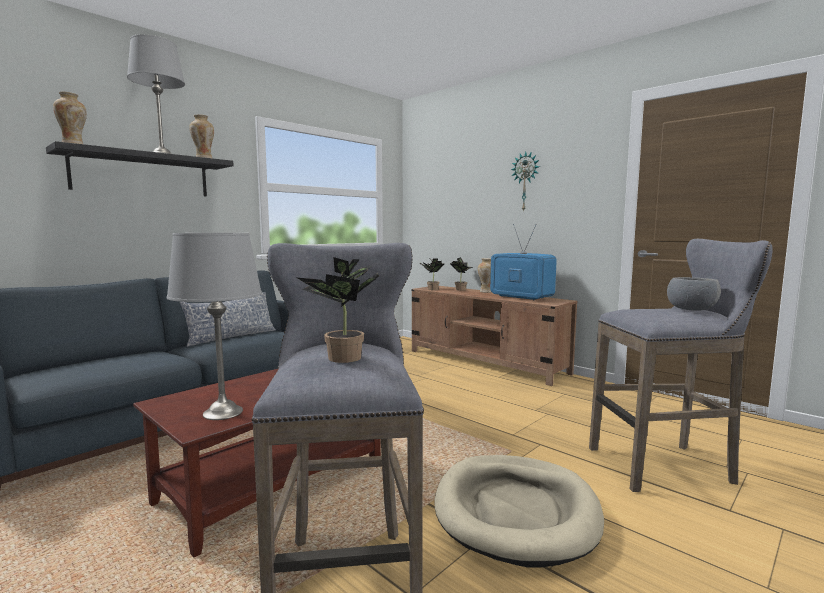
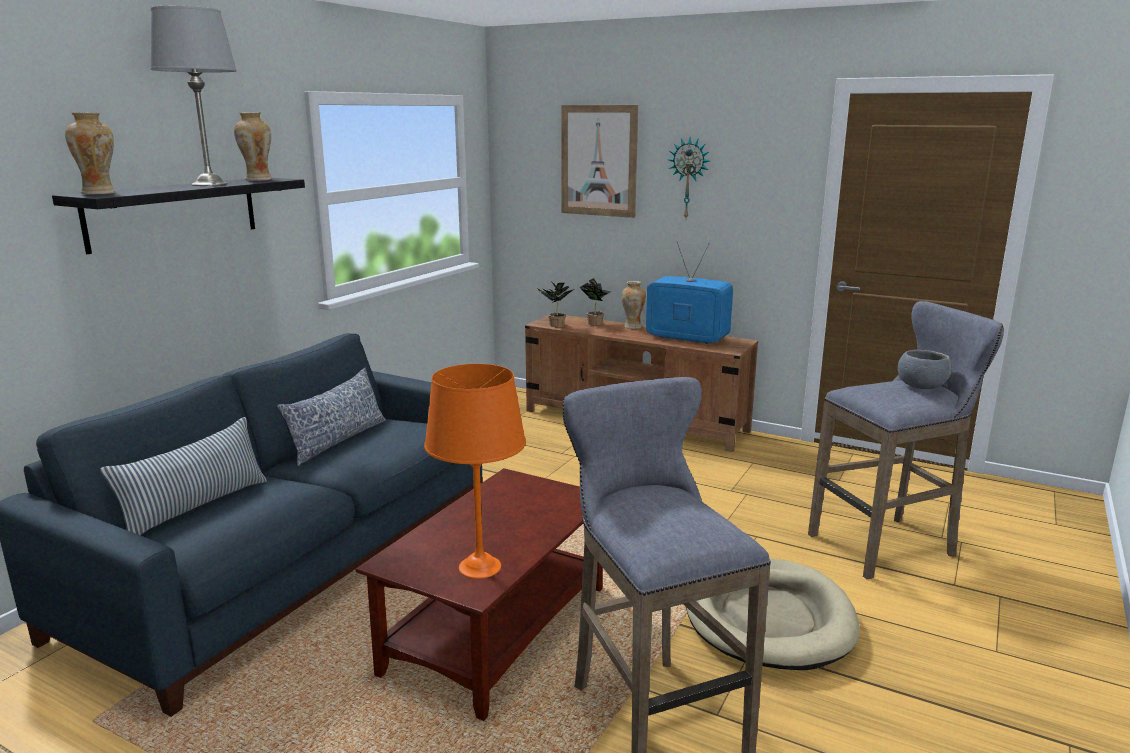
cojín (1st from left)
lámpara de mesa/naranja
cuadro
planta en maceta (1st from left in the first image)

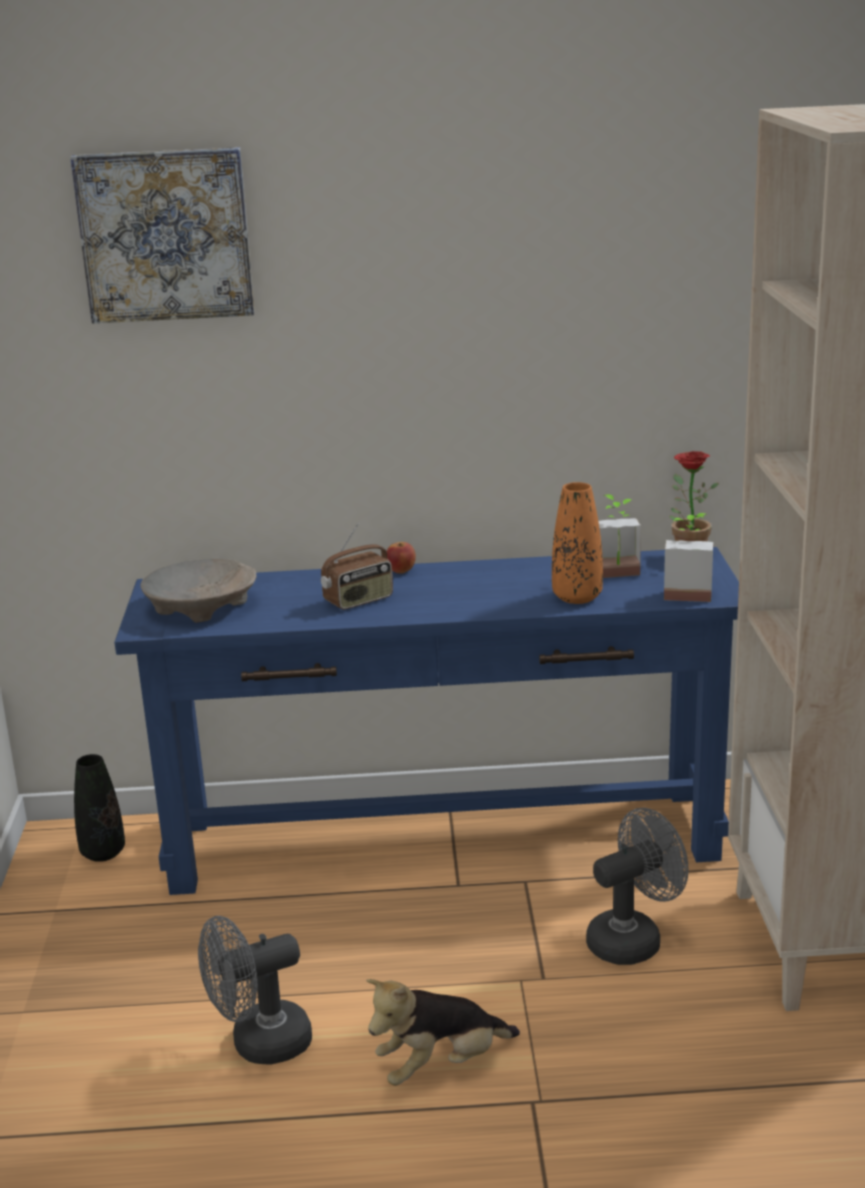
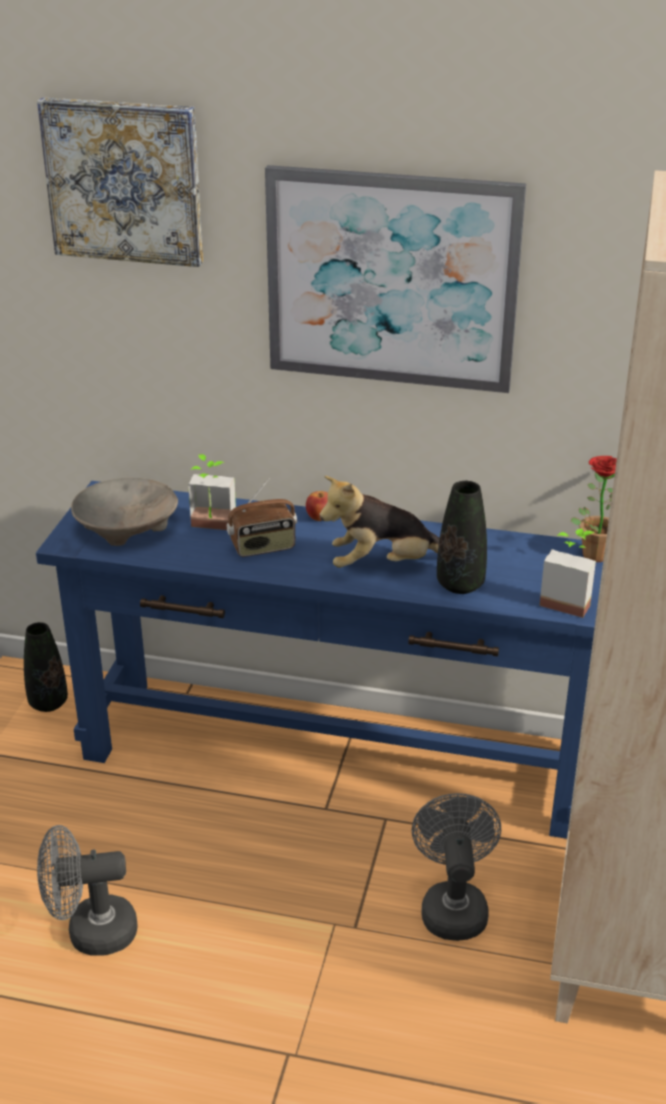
planta en maceta (1st from left)
cuadro (2nd from left)
peluche
ventilador/gris (2nd from left)
florero/negro (2nd from left)

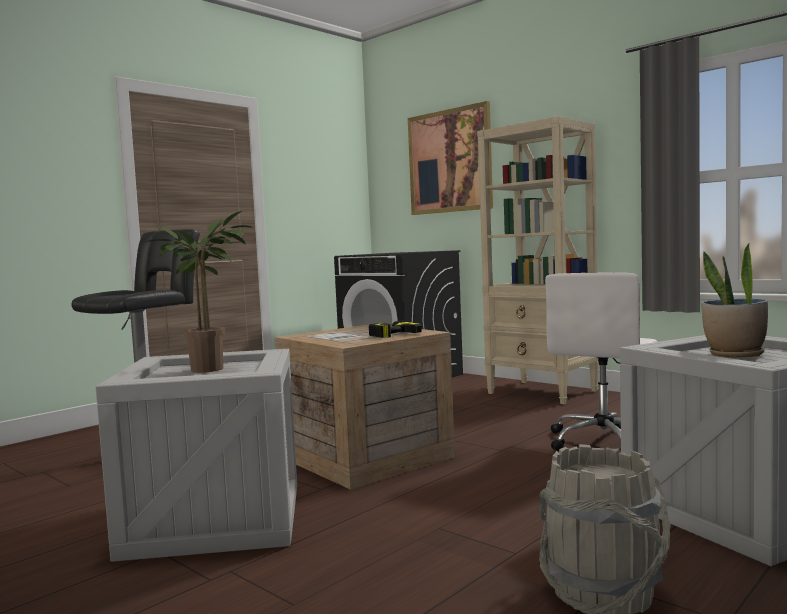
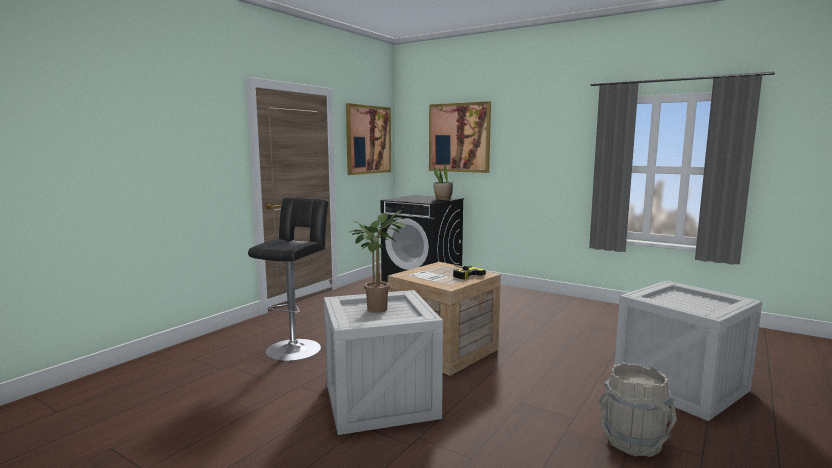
cuadro (1st from left)
planta en maceta (2nd from left)
estantería/beis
silla de oficina/blanco

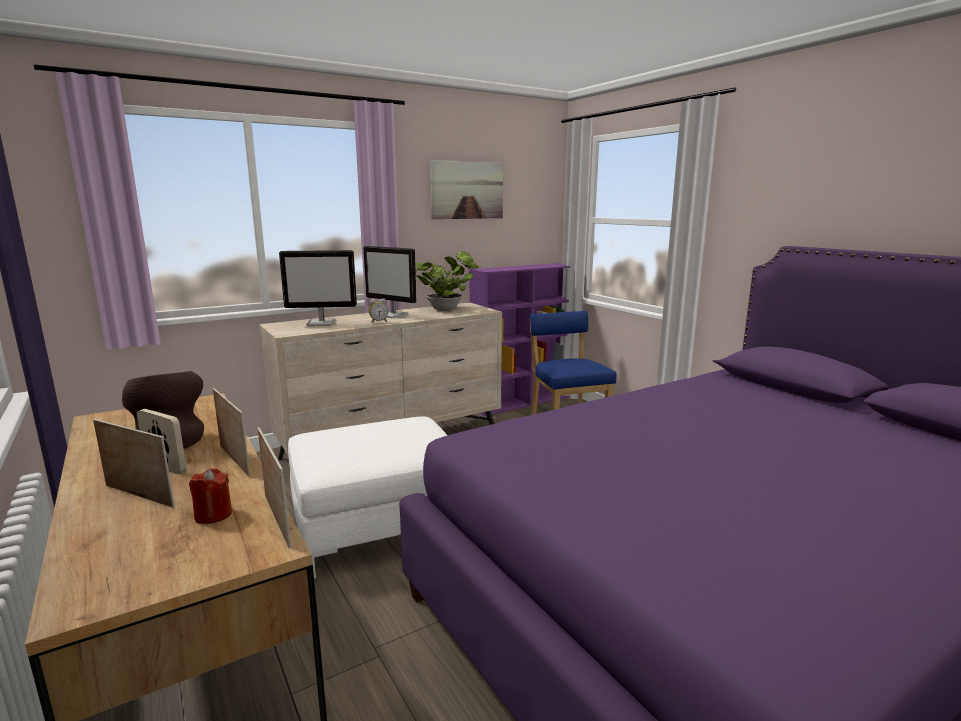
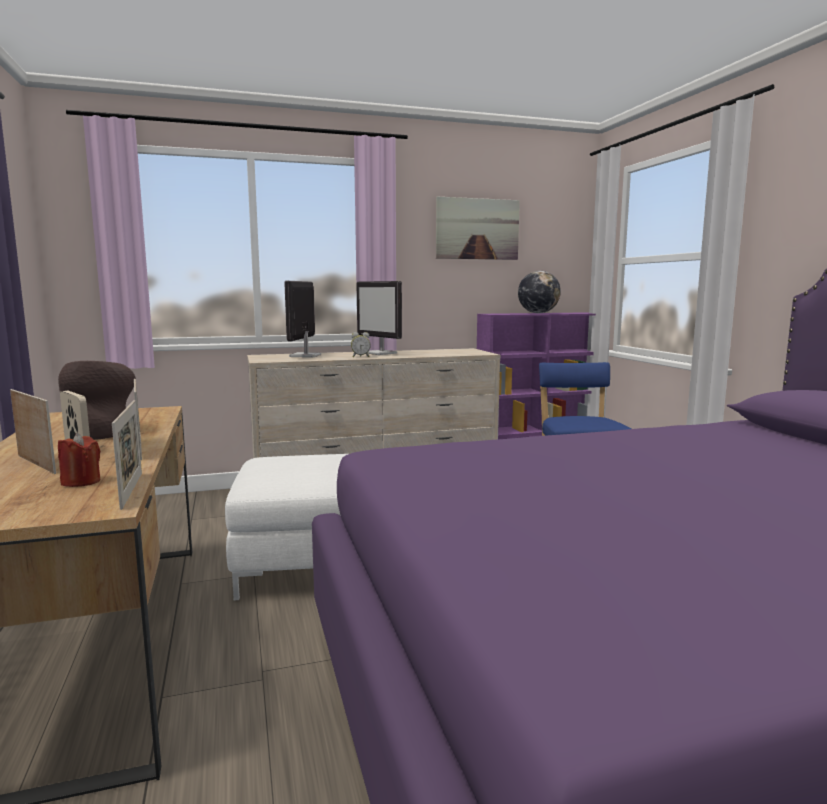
monitor (1st from left)
globo terráqueo
planta en maceta

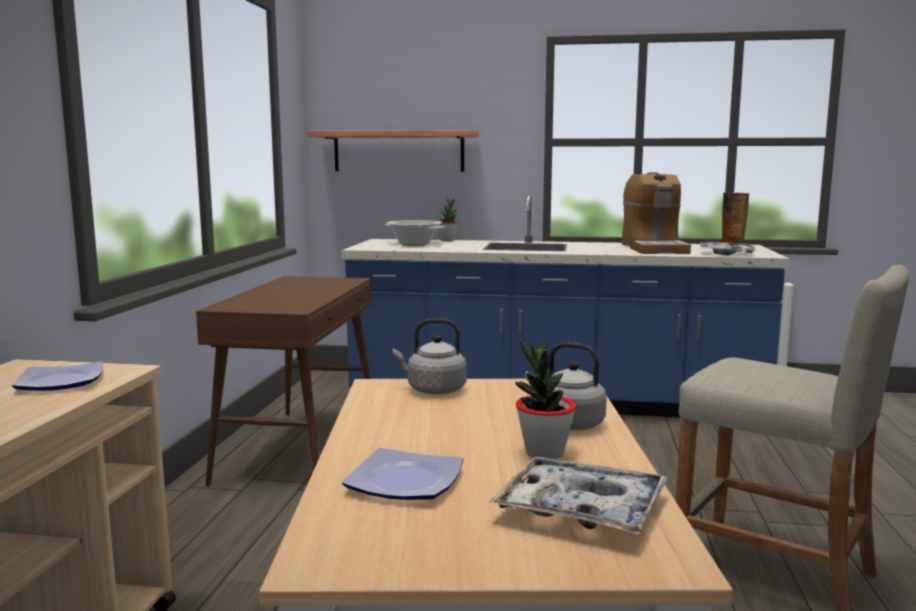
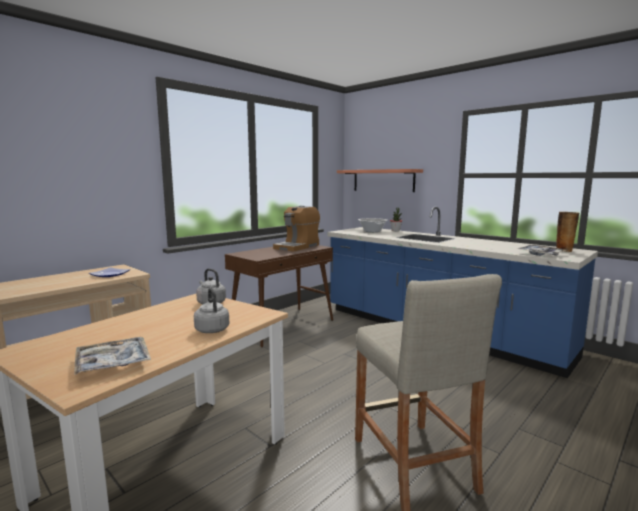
cafetera
plato (2nd from left in the first image)
planta en maceta (2nd from left in the first image)

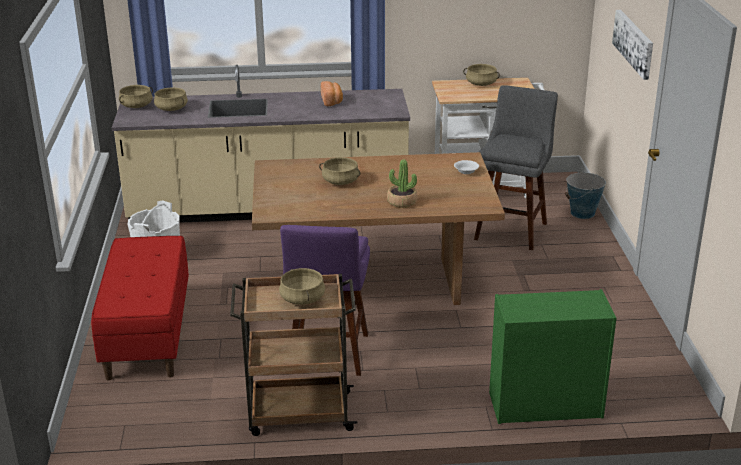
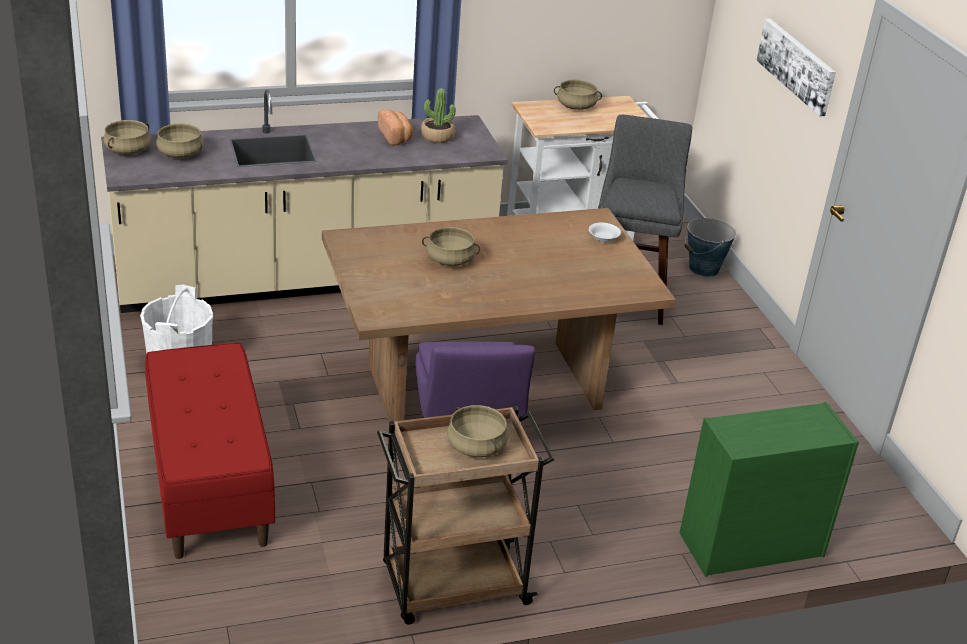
planta en maceta

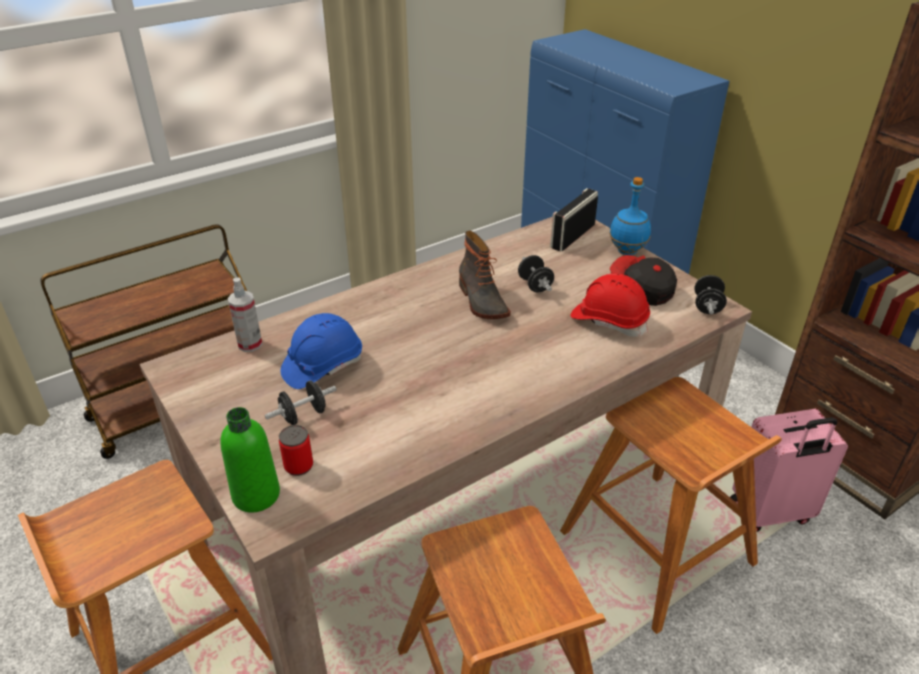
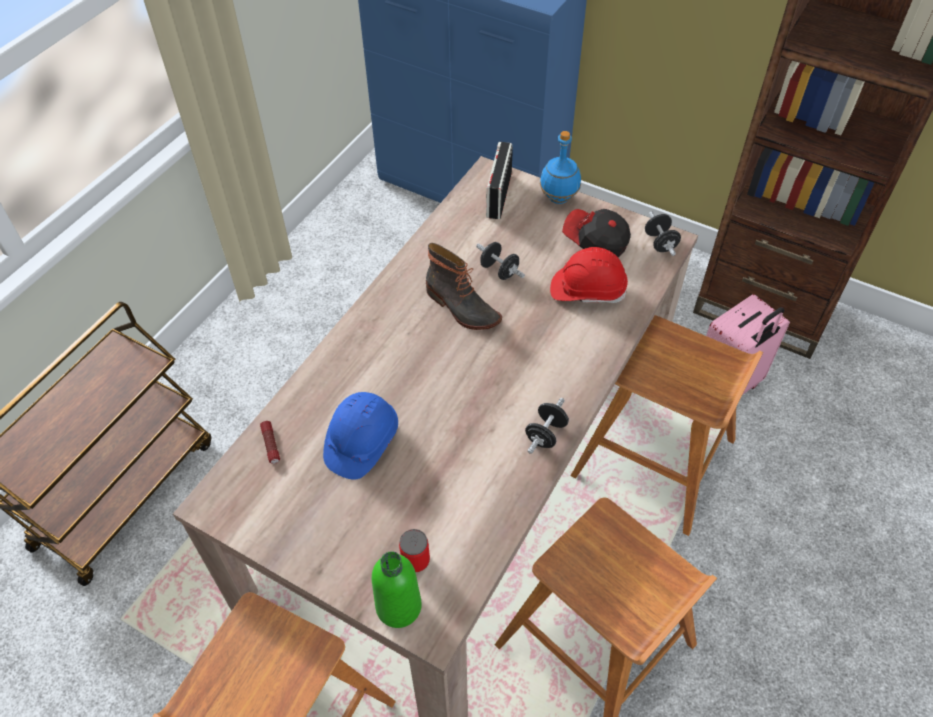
linterna
mancuerna/negro (2nd from left)

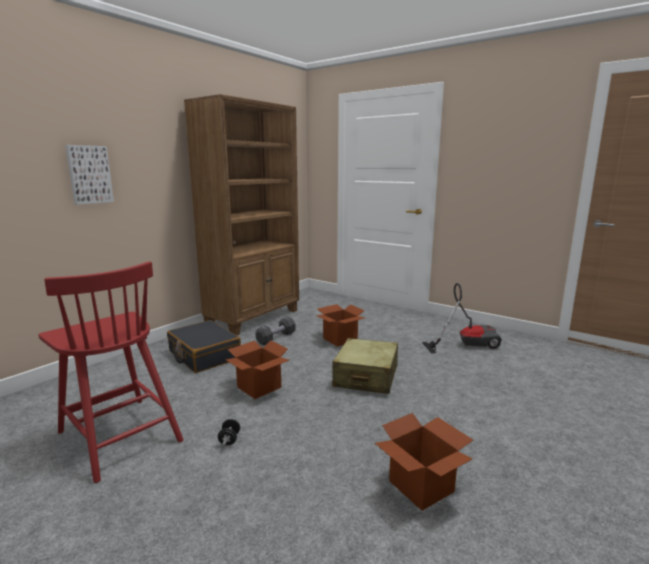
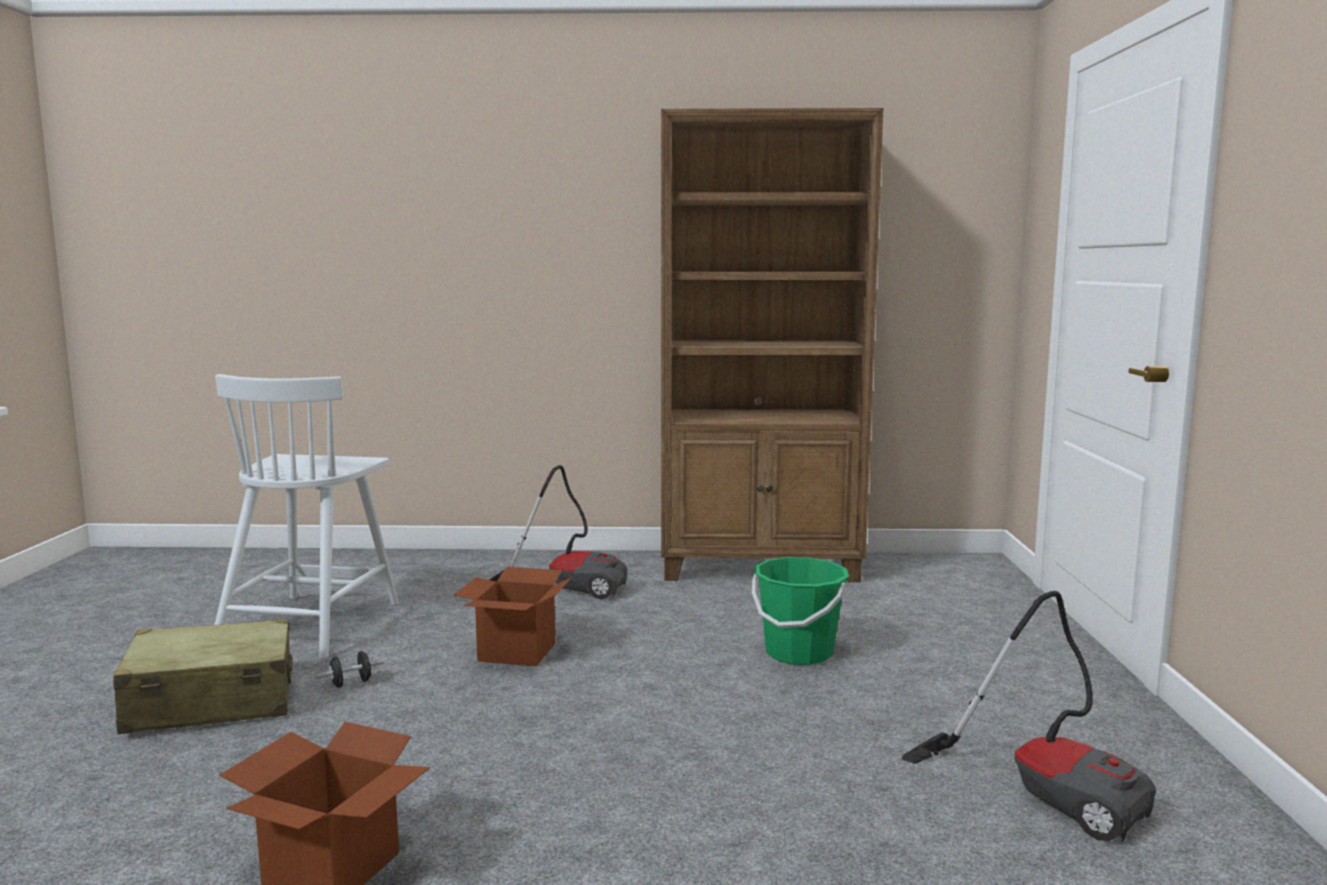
maleta/beis
silla/blanco
aspiradora (1st from left)
cubo/verde
cuadro
mancuerna/negro (2nd from left in the first image)

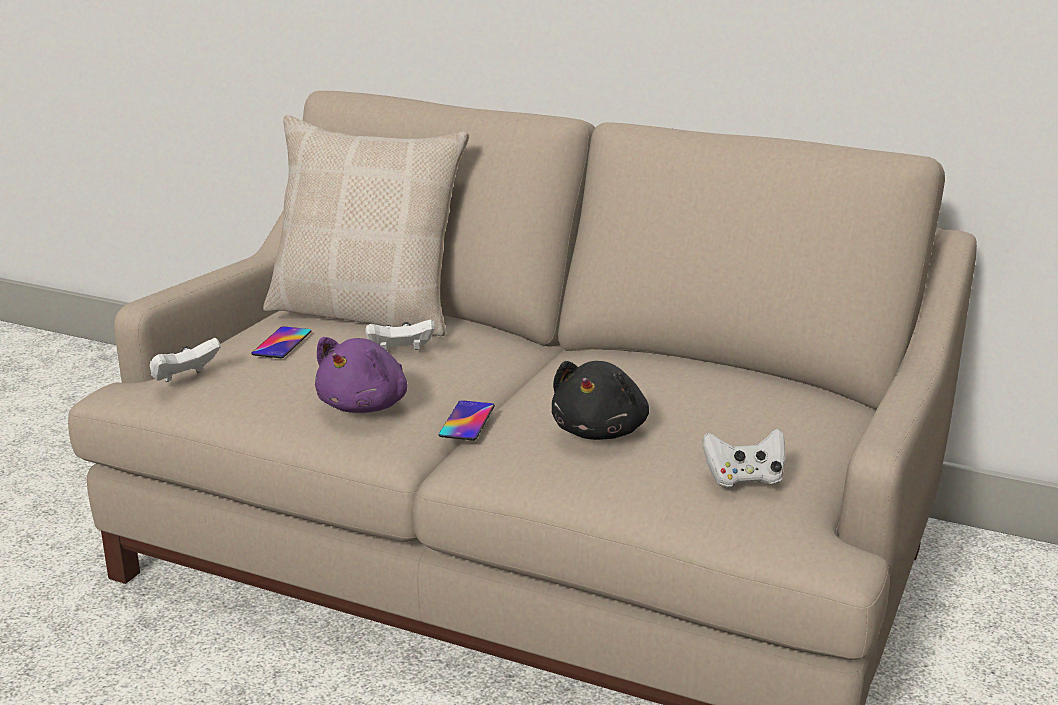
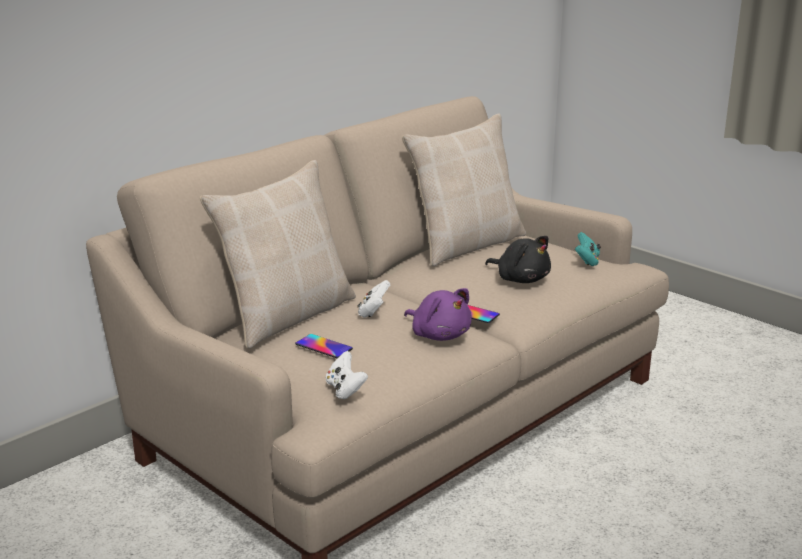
cojín/beis (2nd from left)
mando de consola/turquesa

